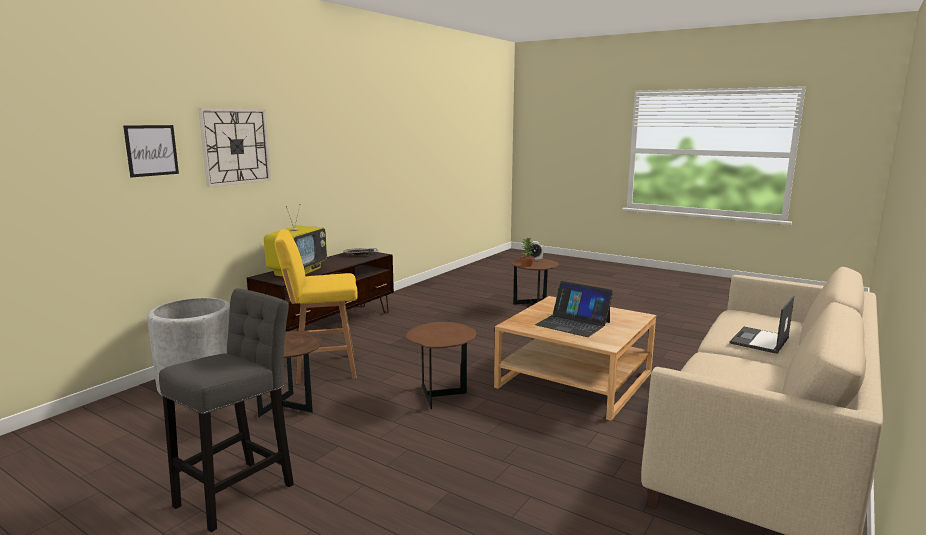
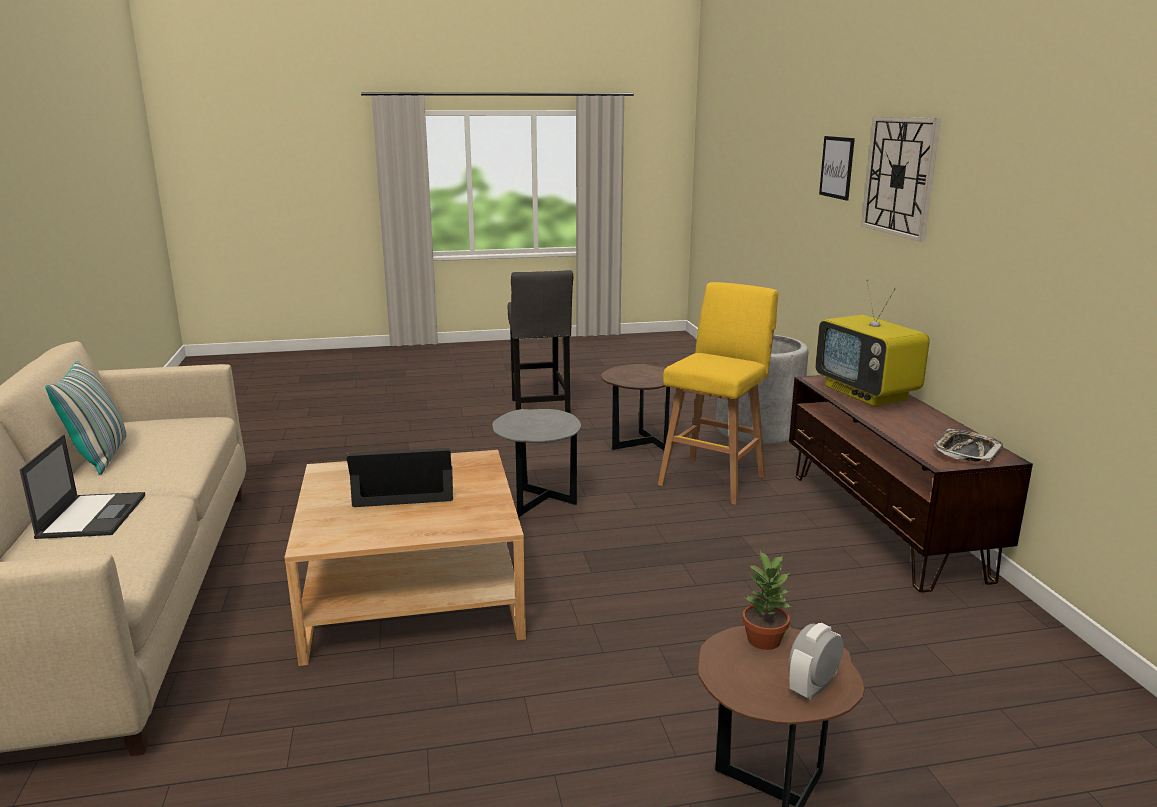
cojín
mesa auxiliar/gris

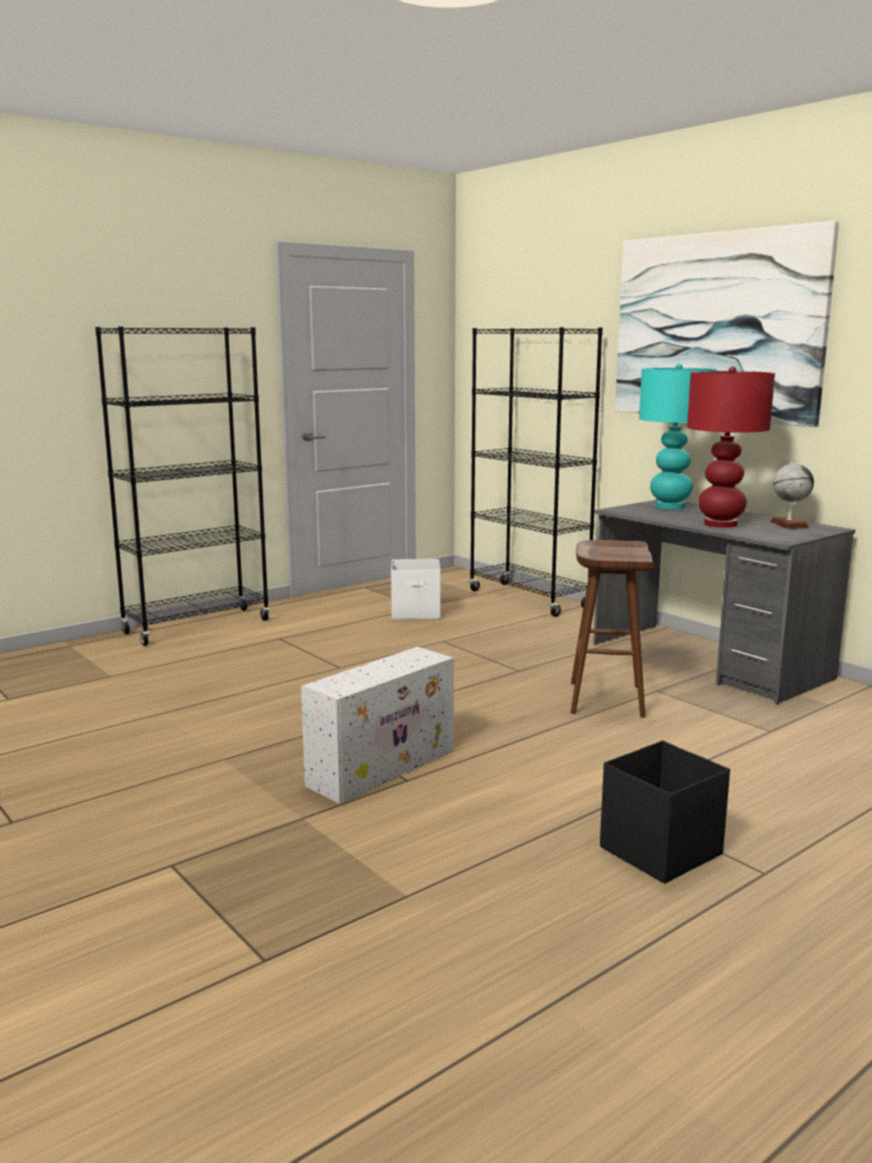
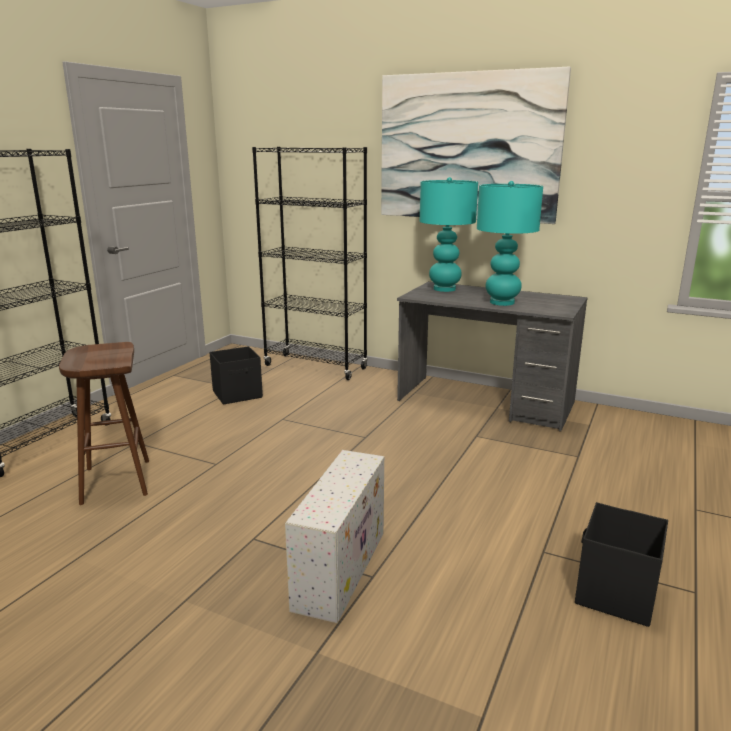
taburete/marrón
caja de almacenaje/negro (1st from left)
lámpara de mesa/turquesa (2nd from left)
globo terráqueo

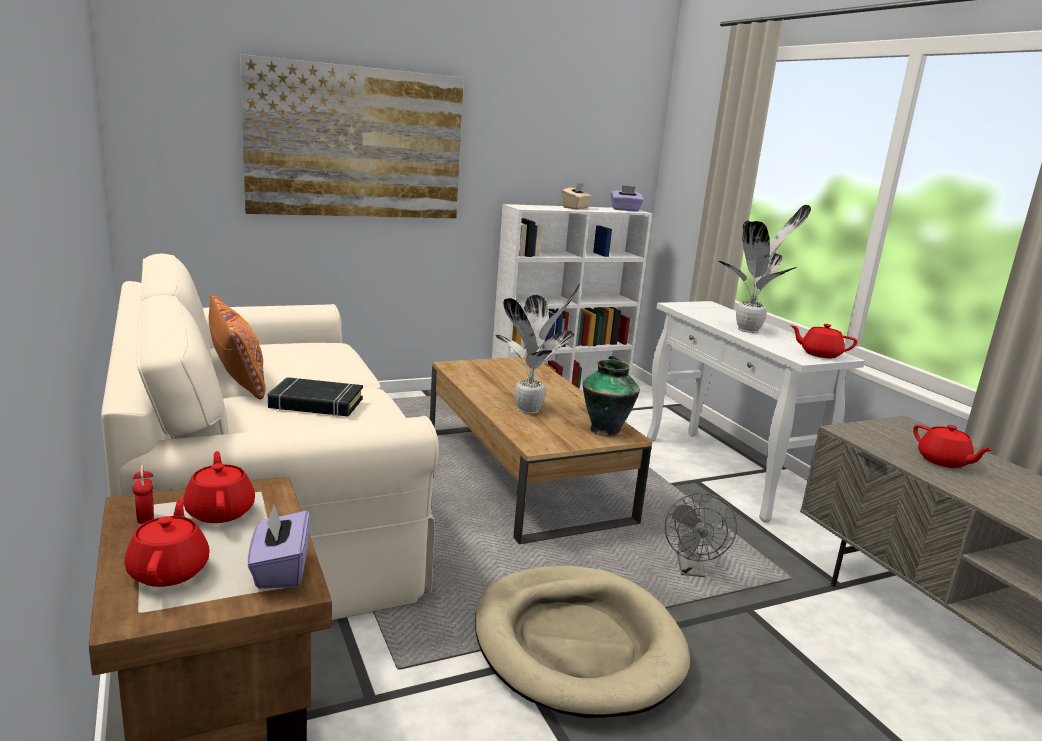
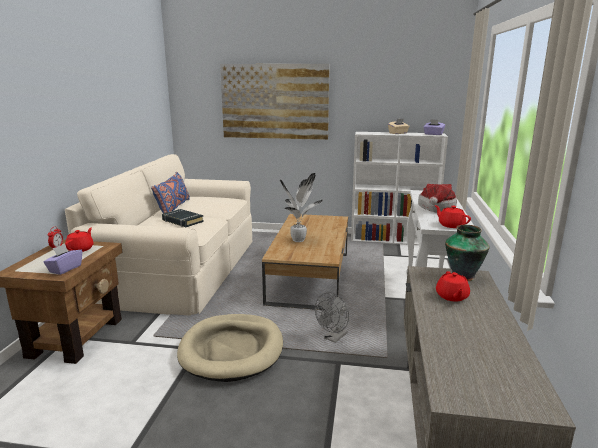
cojín/azul
sombrero
florero
tetera/rojo (1st from left in the first image)

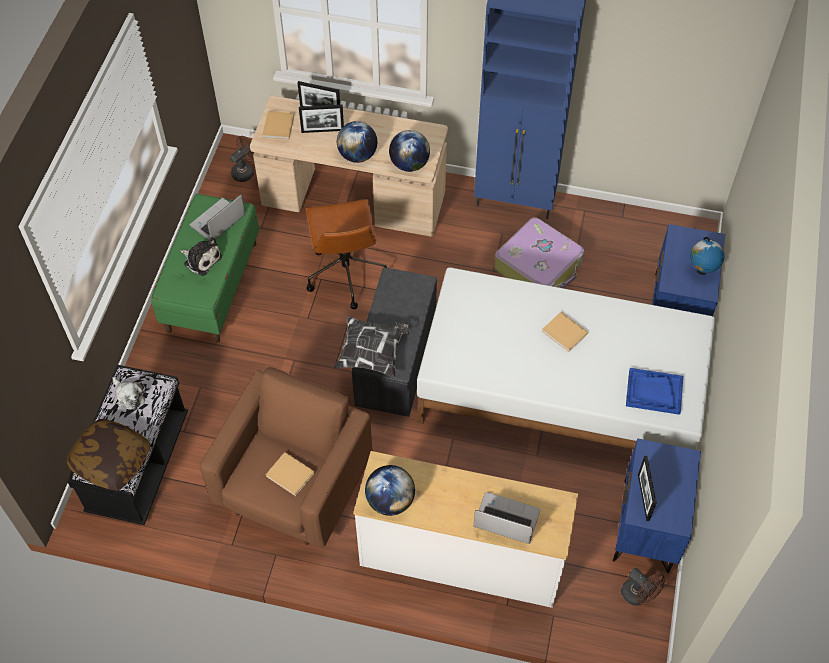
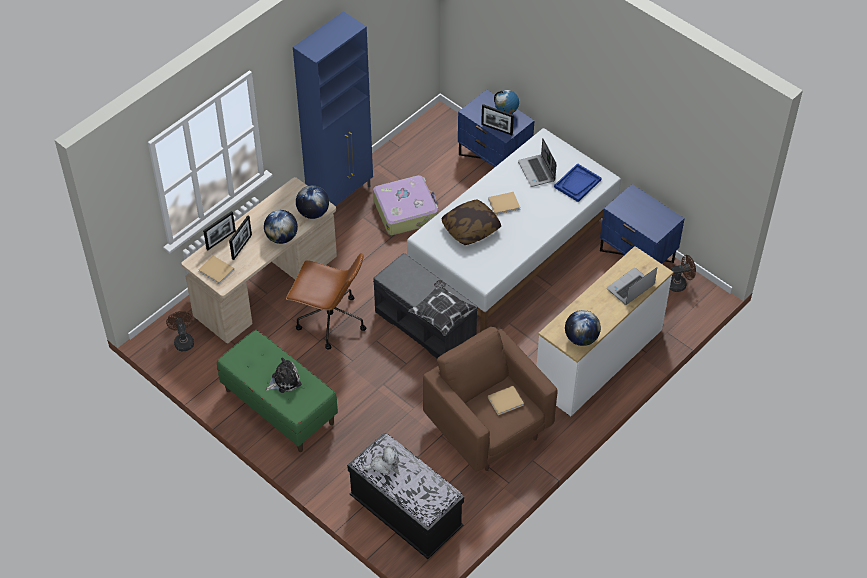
cojín (2nd from left)
portarretratos (3rd from left)
portátil (1st from left)

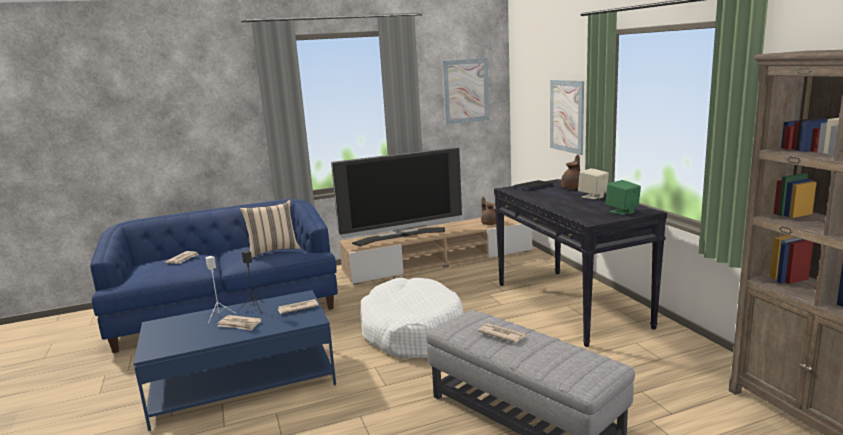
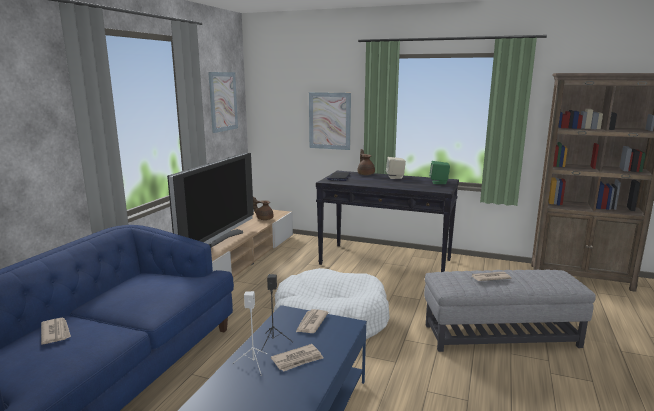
cojín/beis

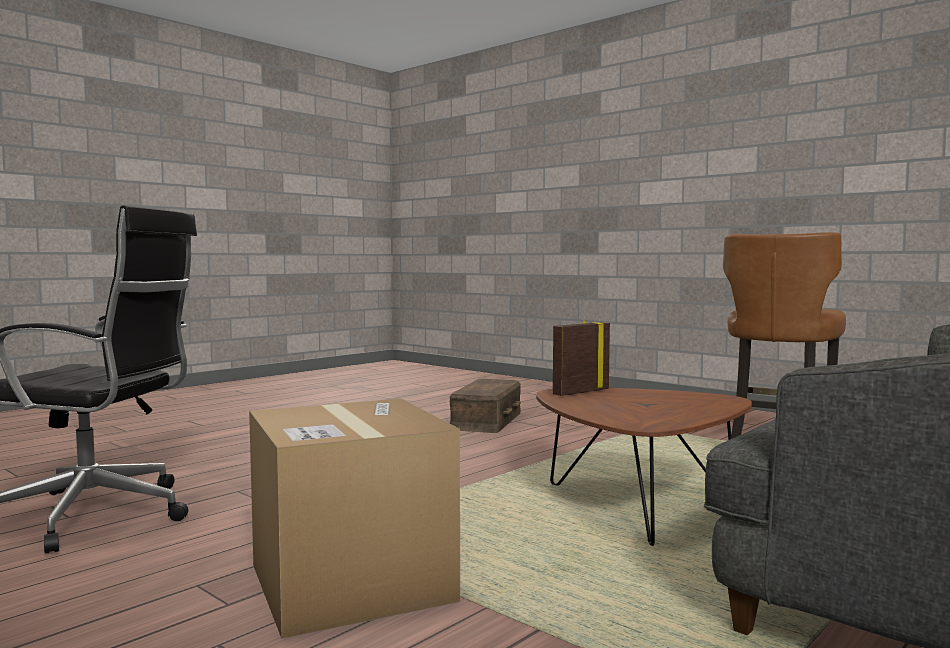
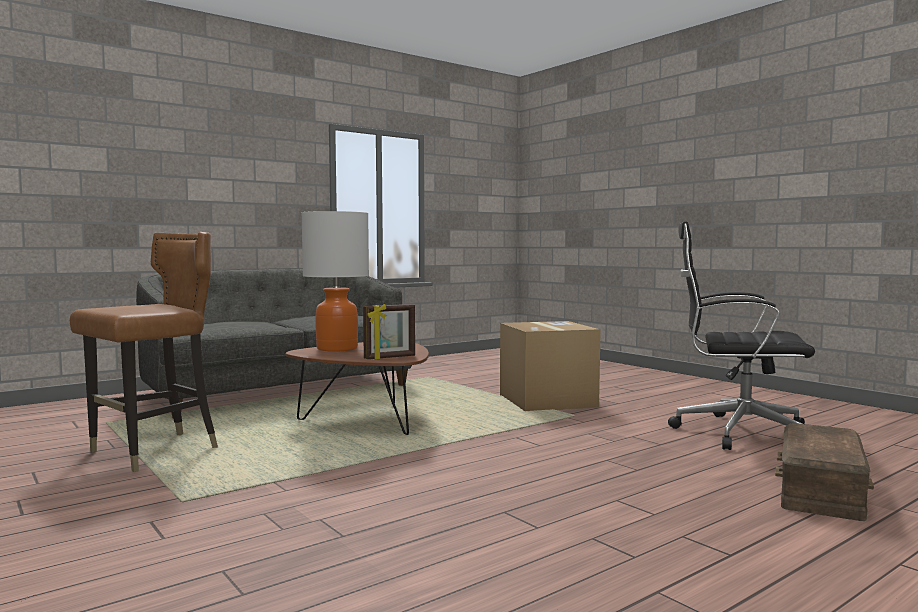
lámpara de mesa
caja de almacenaje/marrón

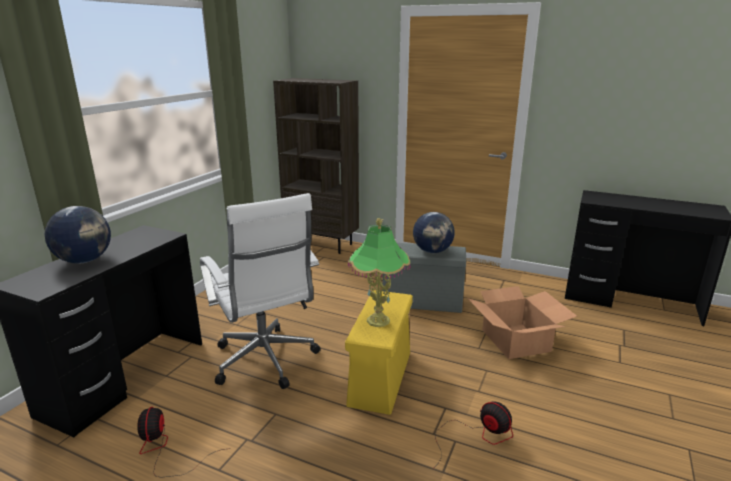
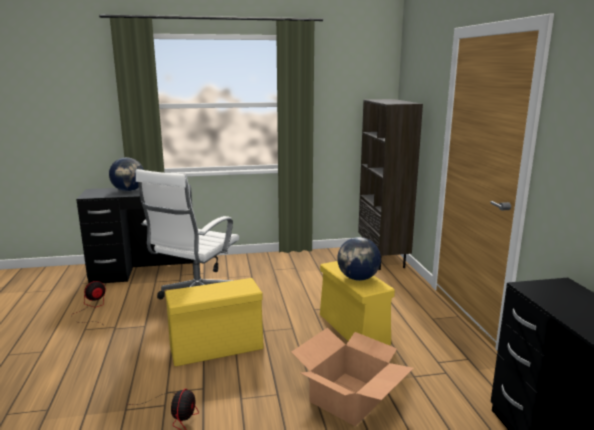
caja de almacenaje/amarillo (2nd from left)
lámpara de mesa

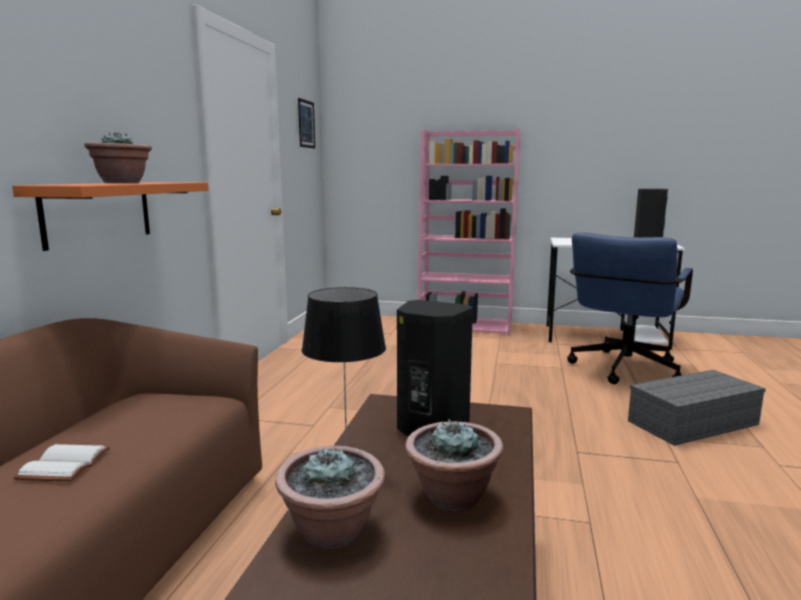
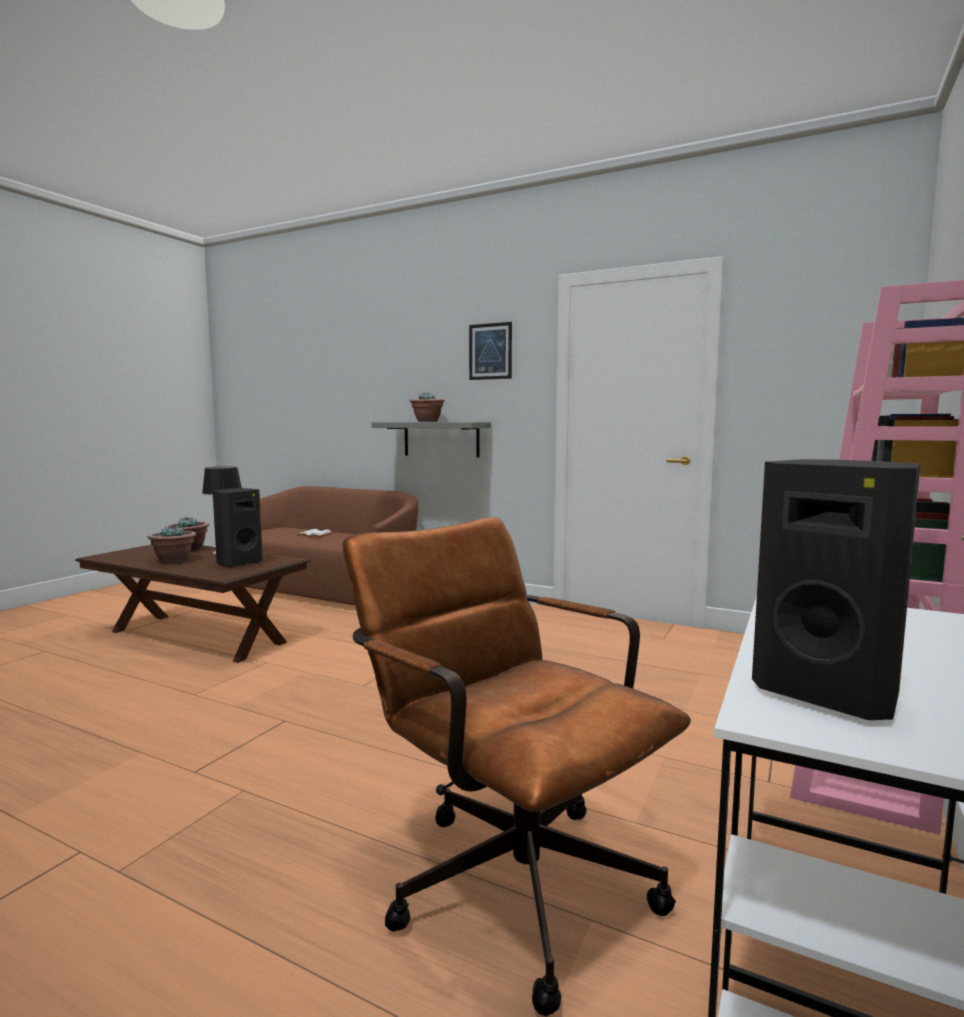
silla de oficina/marrón
estante/gris
cuadro
caja de almacenaje/gris

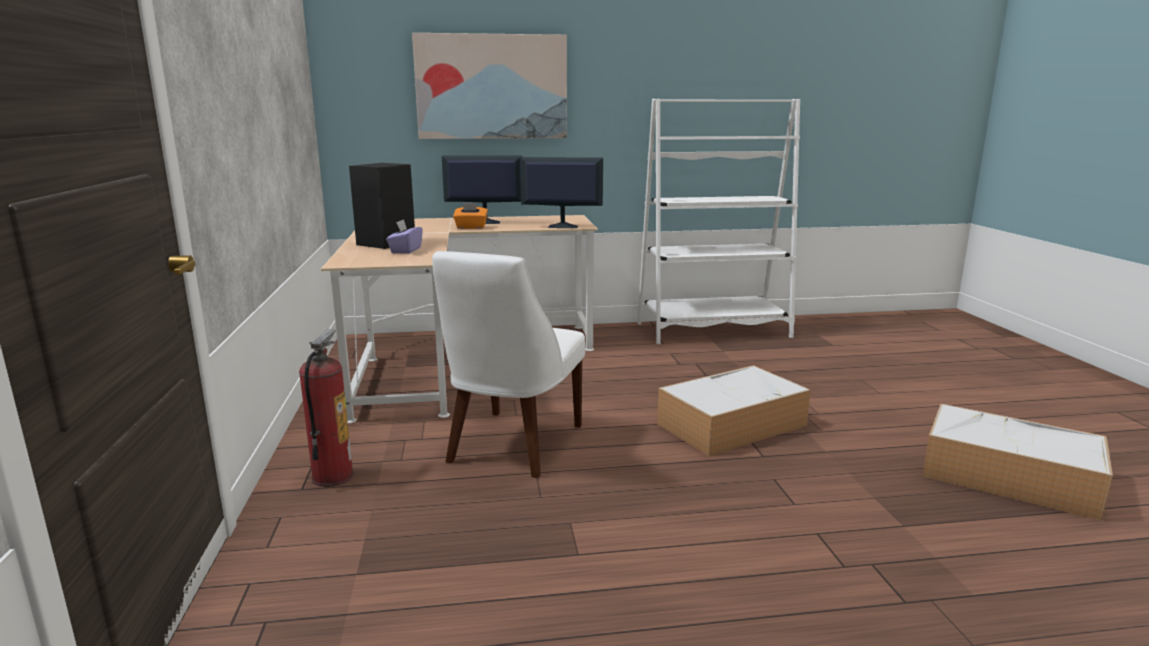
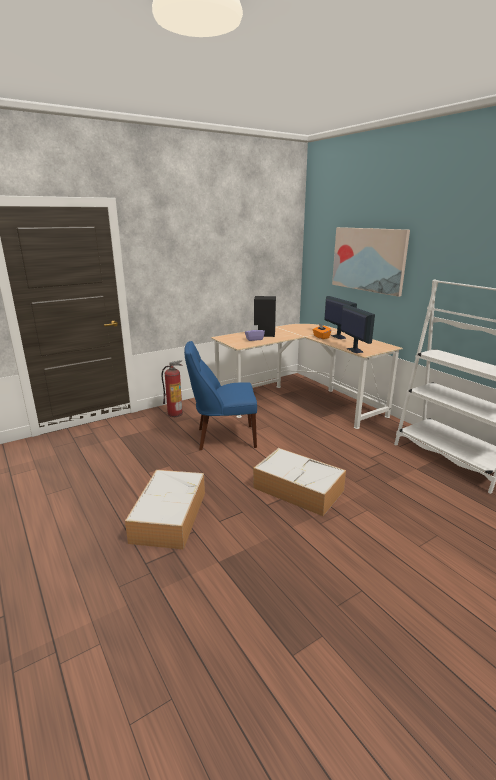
caja de almacenaje (1st from left)
silla/azul

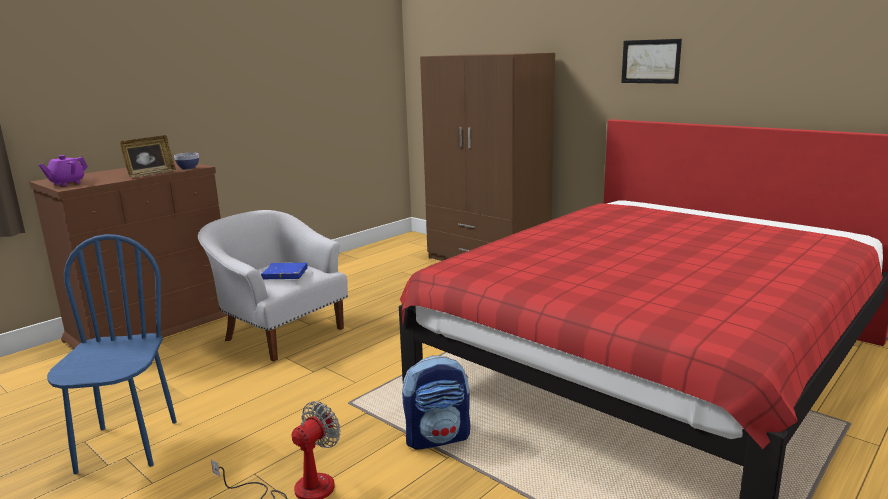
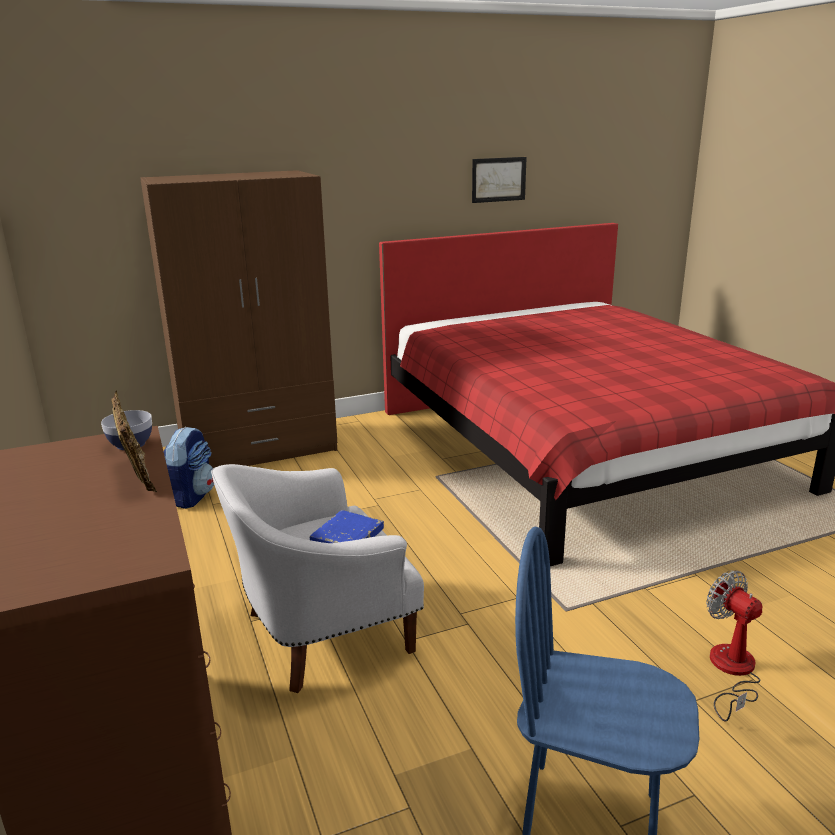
mochila
cuadro
tetera/morado

